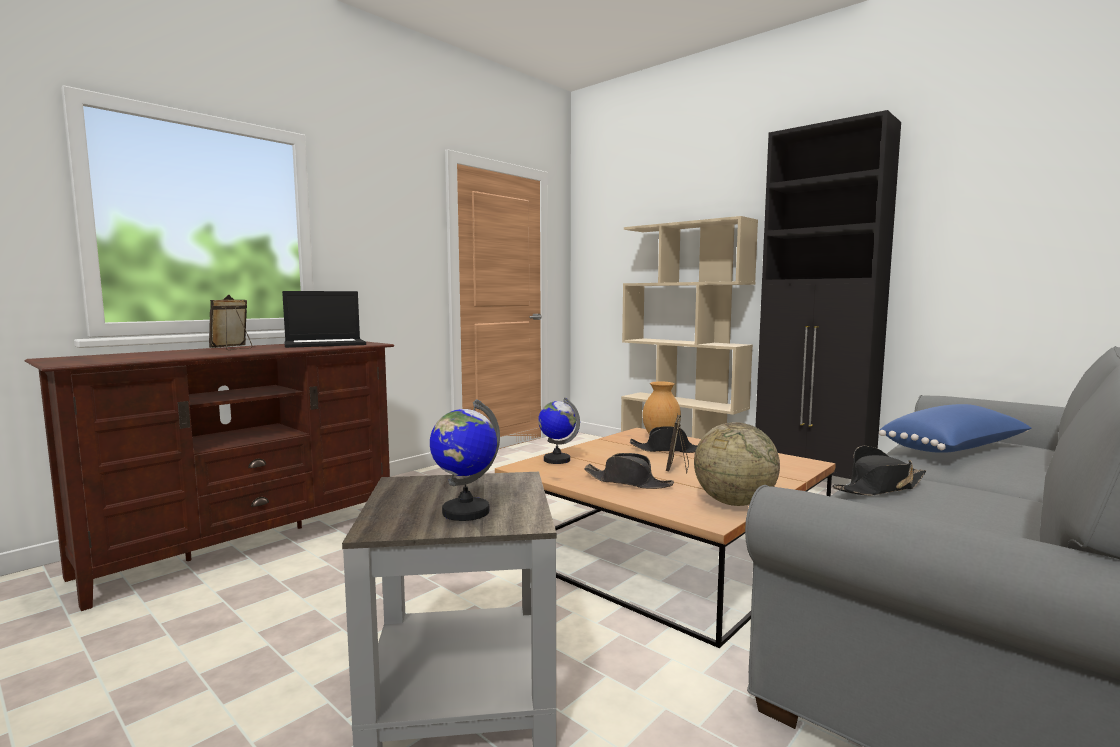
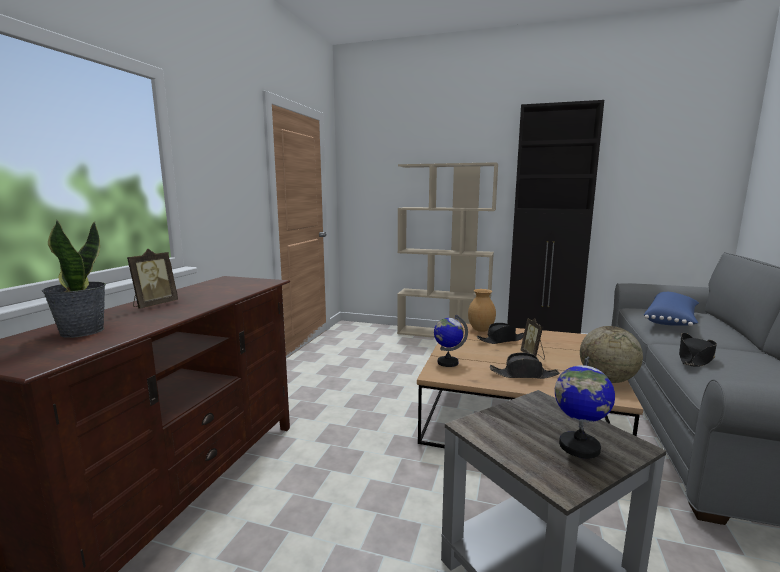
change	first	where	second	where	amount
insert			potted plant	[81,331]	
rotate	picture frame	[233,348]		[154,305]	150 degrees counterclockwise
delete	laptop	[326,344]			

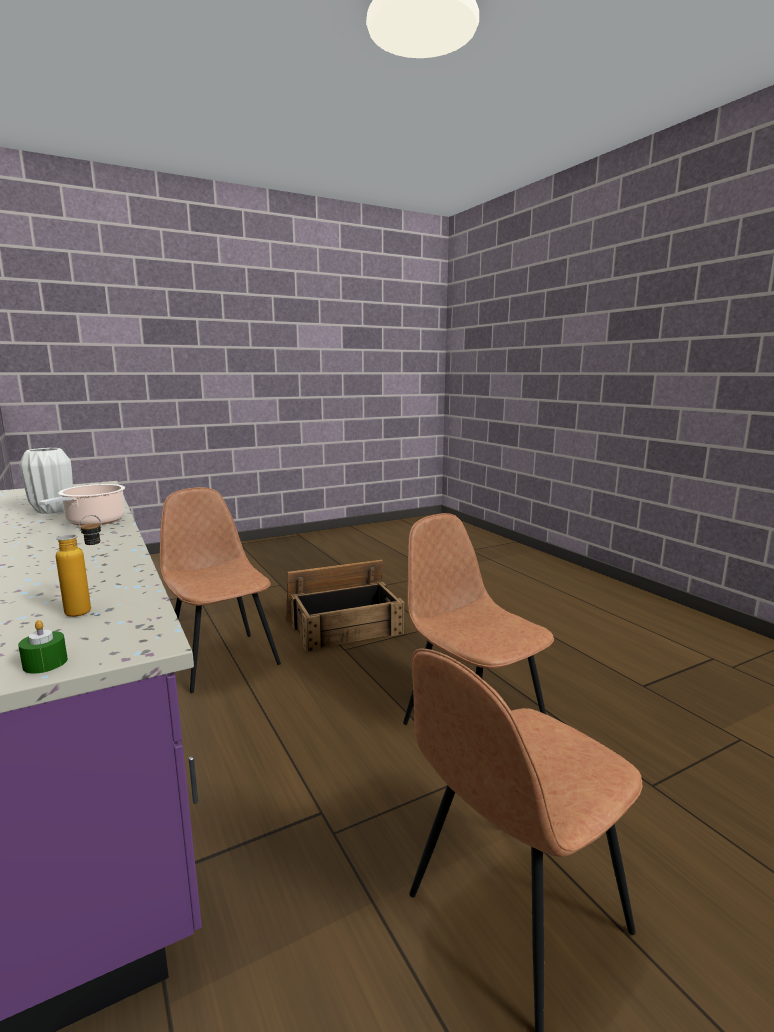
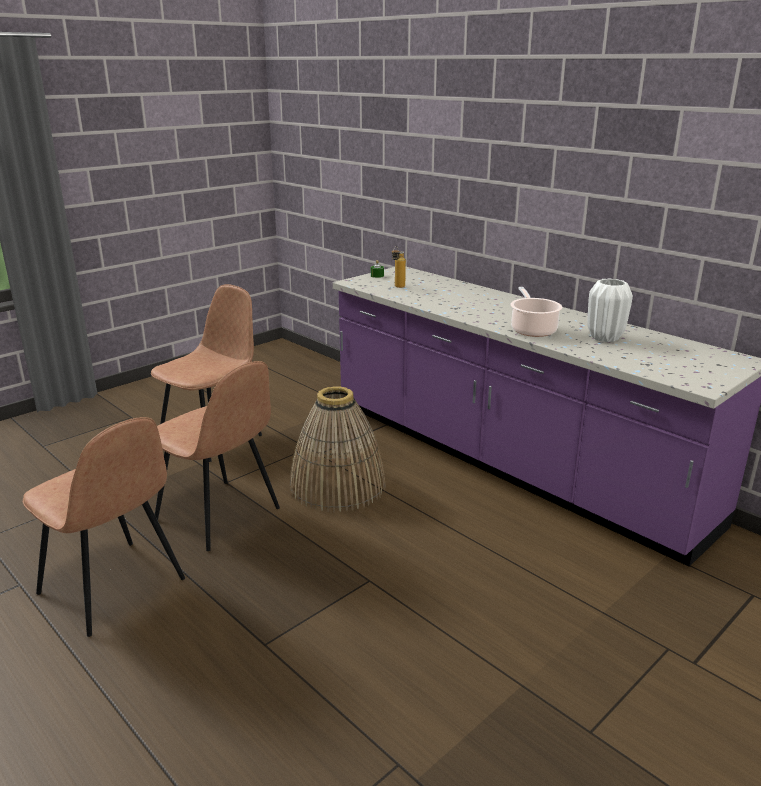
change	first	where	second	where	amount
move	brown chair	[222,660]		[114,588]	
insert			basket	[338,485]	
delete	crate	[344,626]			

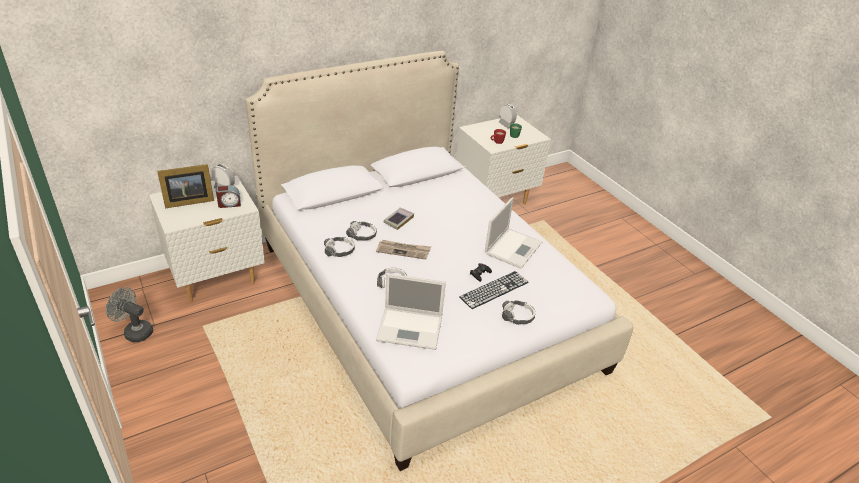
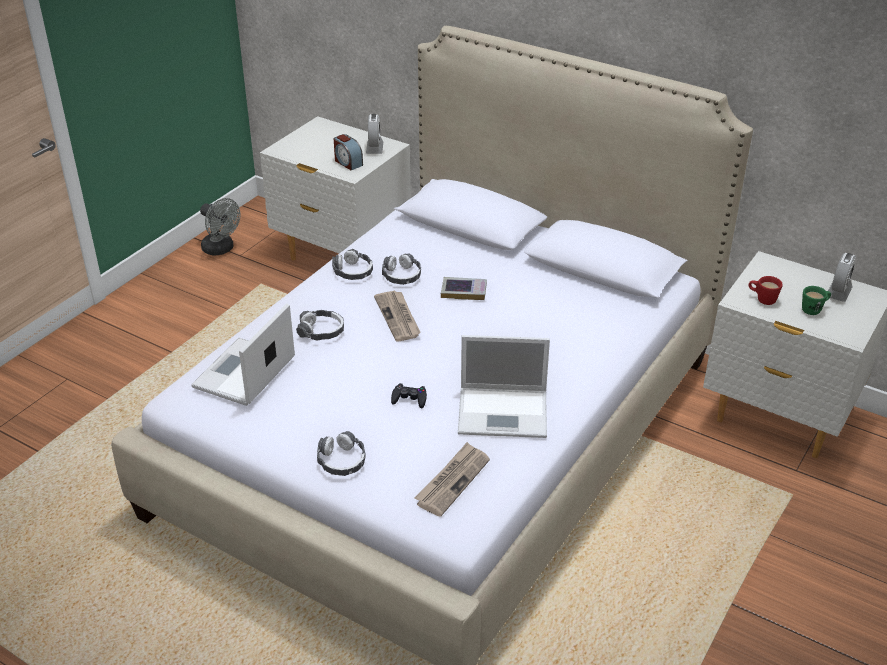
change	first	where	second	where	amount
rotate	laptop	[411,328]		[243,374]	45 degrees clockwise
rotate	grey fan	[135,331]		[221,249]	135 degrees clockwise
insert			newspaper	[452,481]	
delete	picture frame	[187,201]			
delete	keyboard	[494,289]			

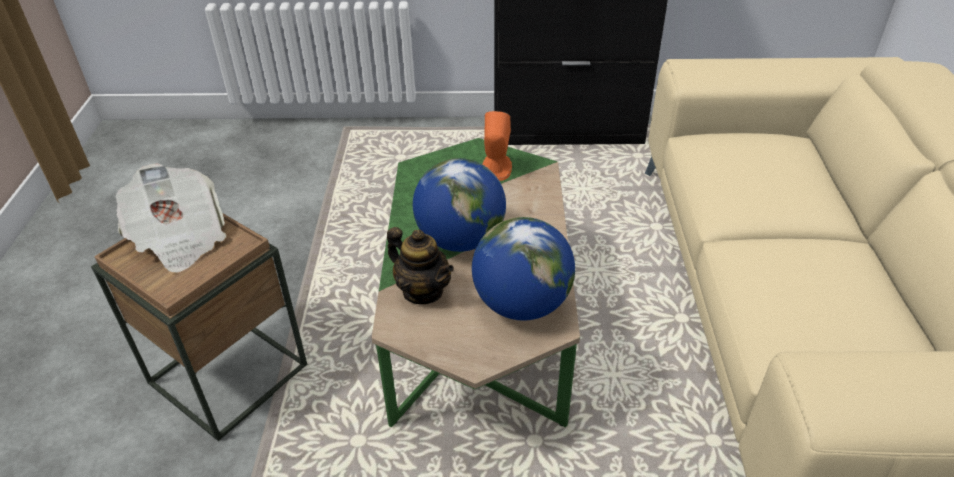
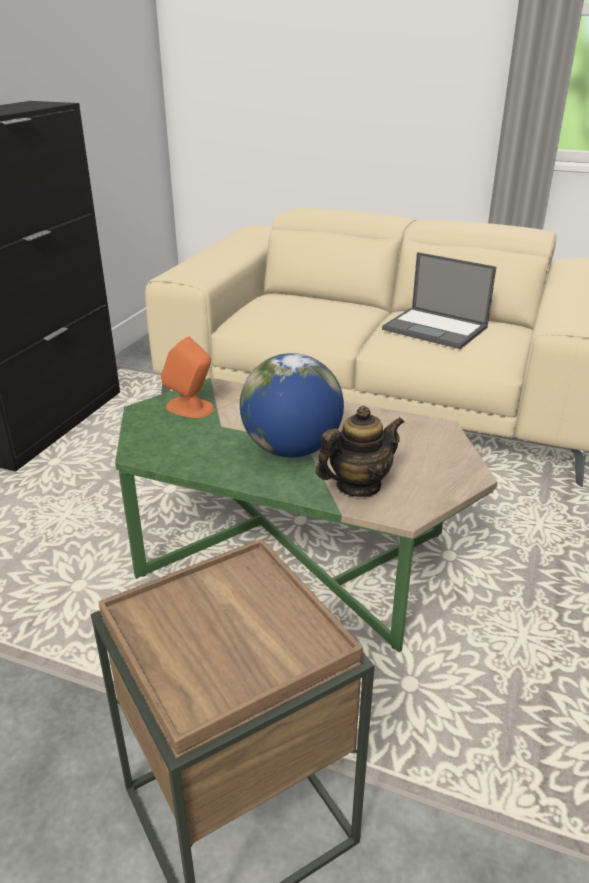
change	first	where	second	where	amount
insert			laptop	[436,328]	
delete	newspaper	[179,238]			
delete	globe	[522,304]			

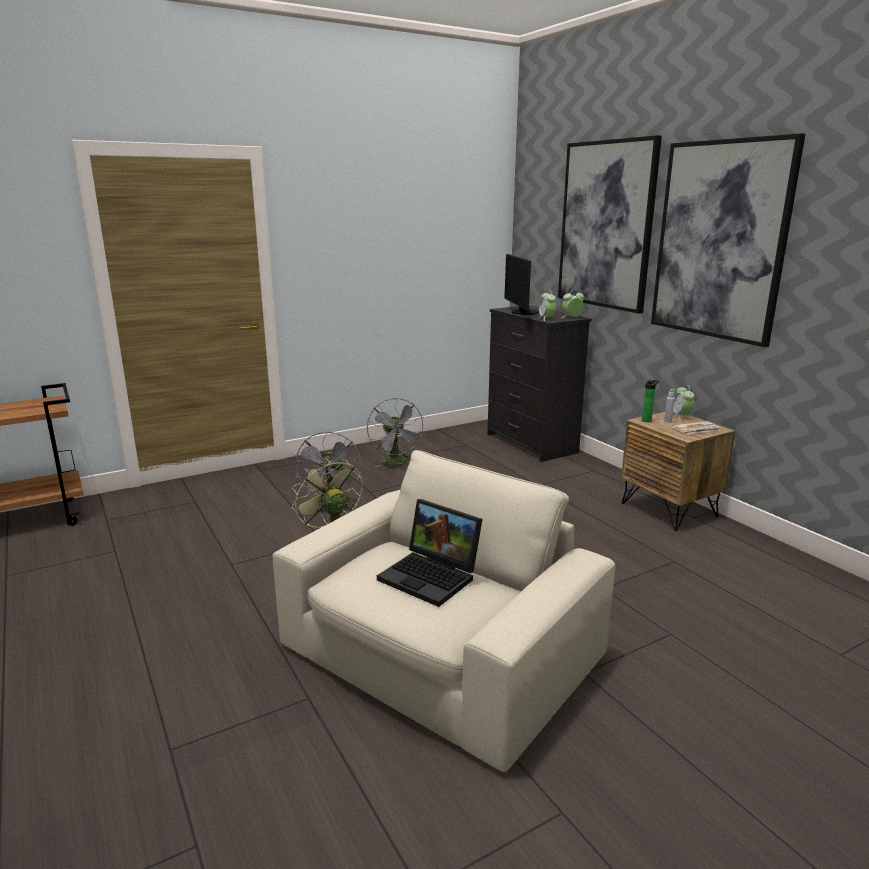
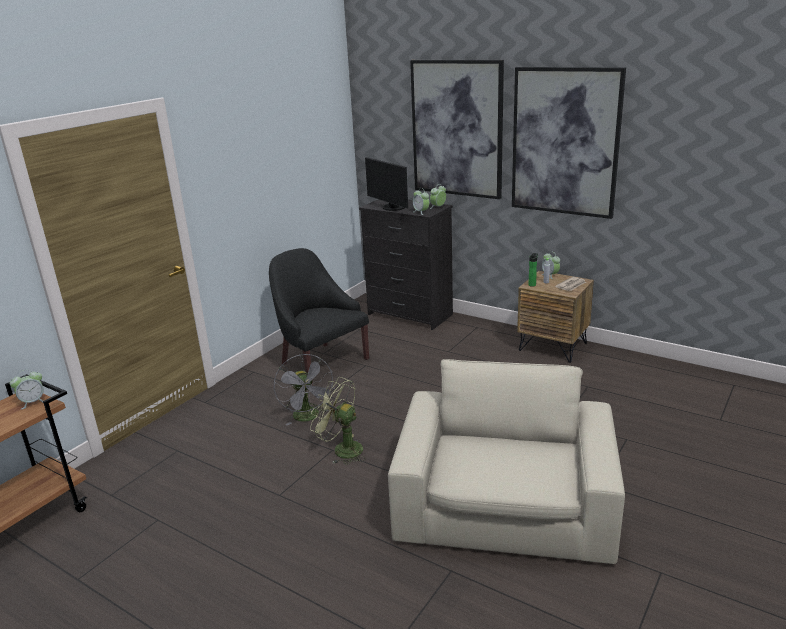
change	first	where	second	where	amount
insert			alarm clock	[33,402]	
replace	grey fan	[397,463]	black armchair	[321,362]	
delete	laptop	[432,576]			

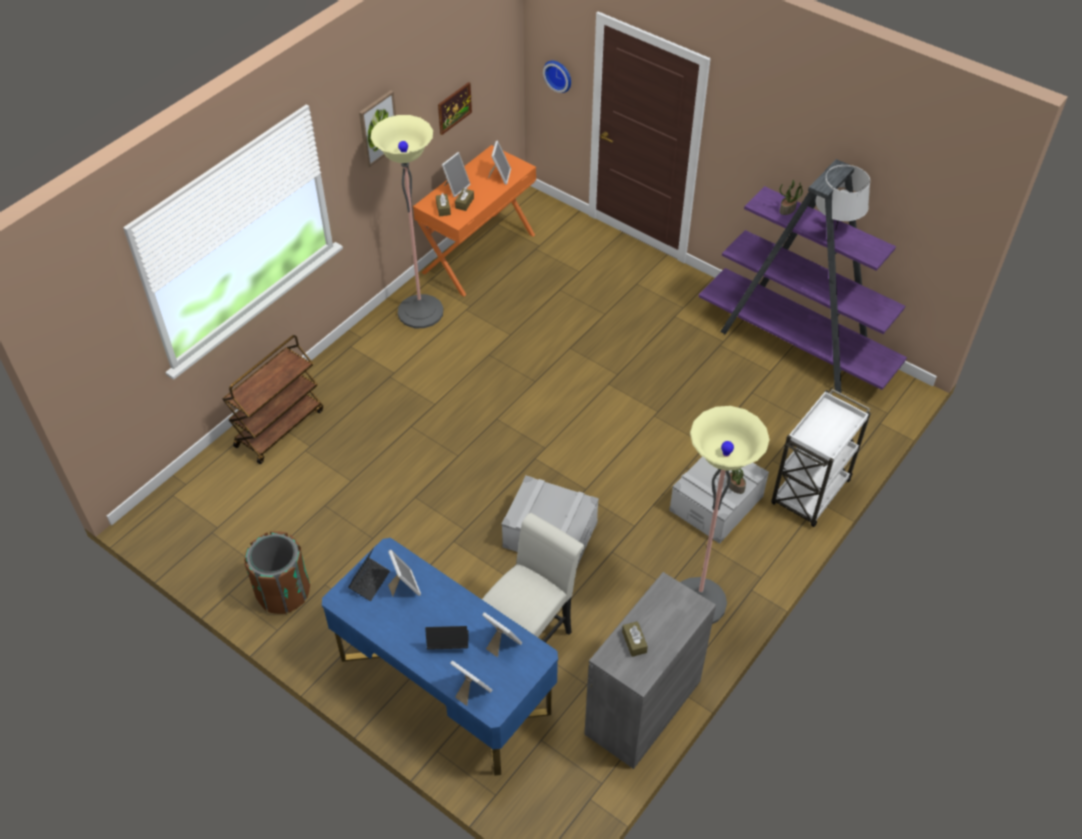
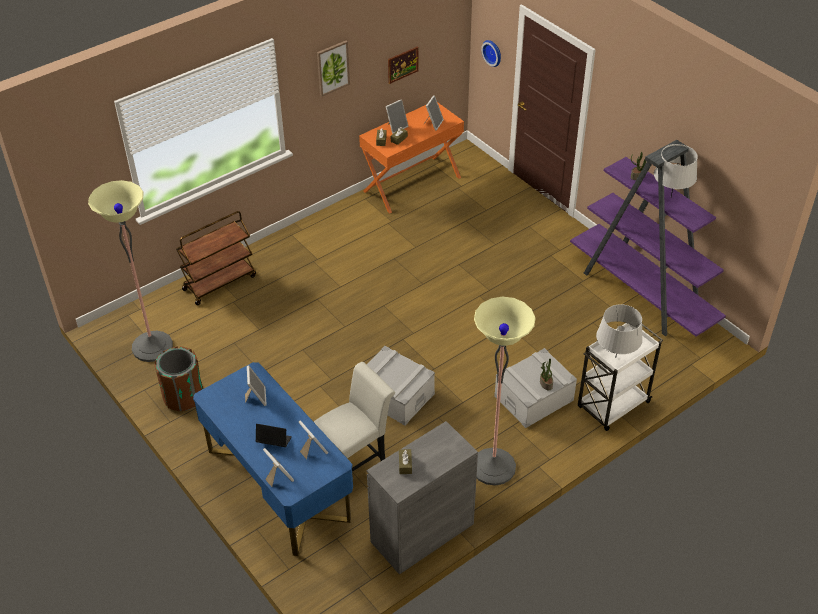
change	first	where	second	where	amount
move	floor lamp	[420,312]		[152,346]	
insert			grey table lamp	[615,357]	
delete	laptop	[369,581]			

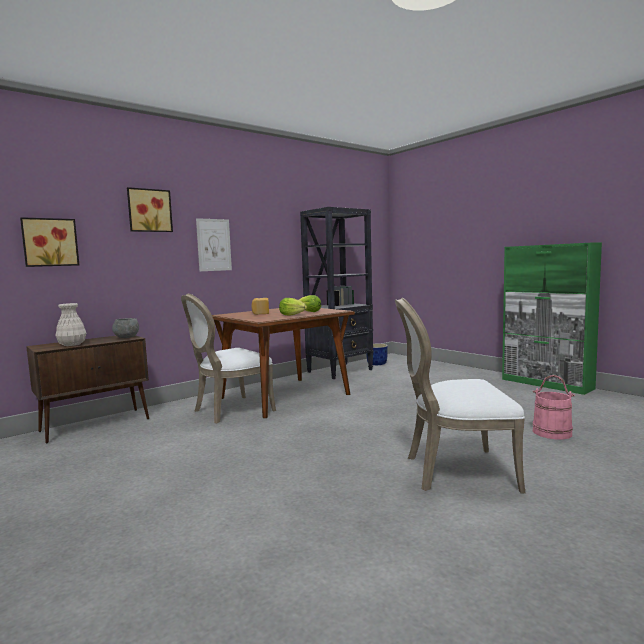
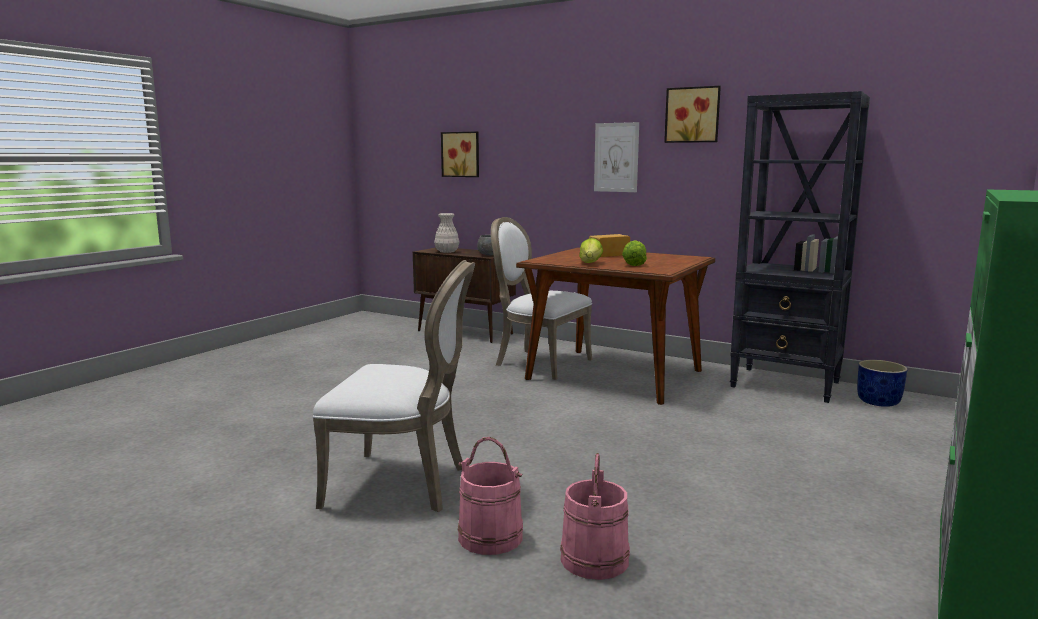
change	first	where	second	where	amount
rotate	white chair	[455,471]		[403,484]	120 degrees clockwise
insert			pink bucket	[490,537]	
move	picture	[149,210]		[693,115]	

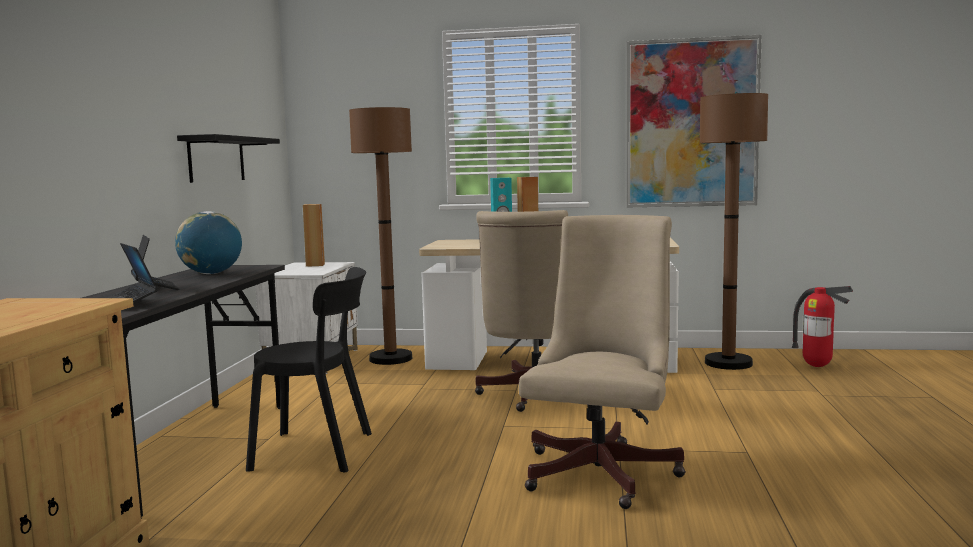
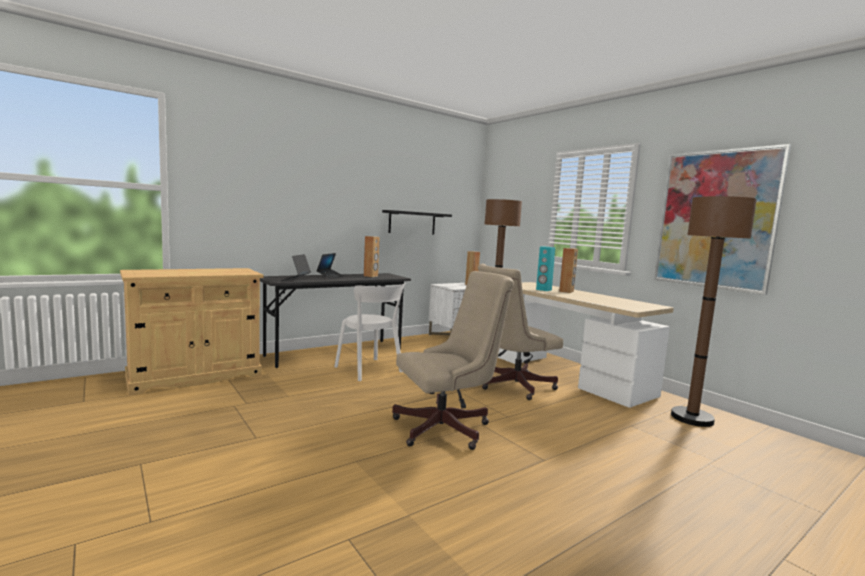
change	first	where	second	where	amount
recolor	black chair	[319,451]	white chair	[370,370]	
replace	globe	[211,273]	brown speaker	[371,276]	
delete	fire extinguisher	[817,366]			

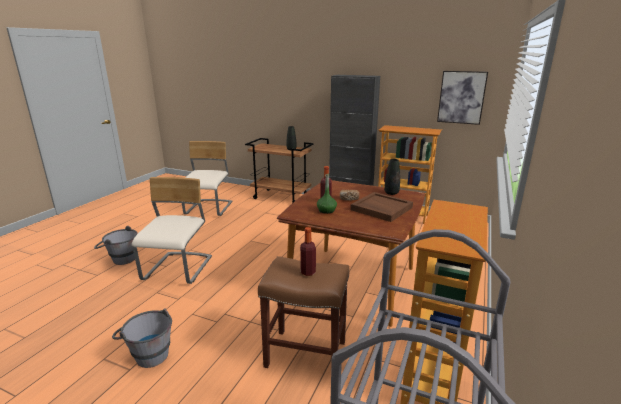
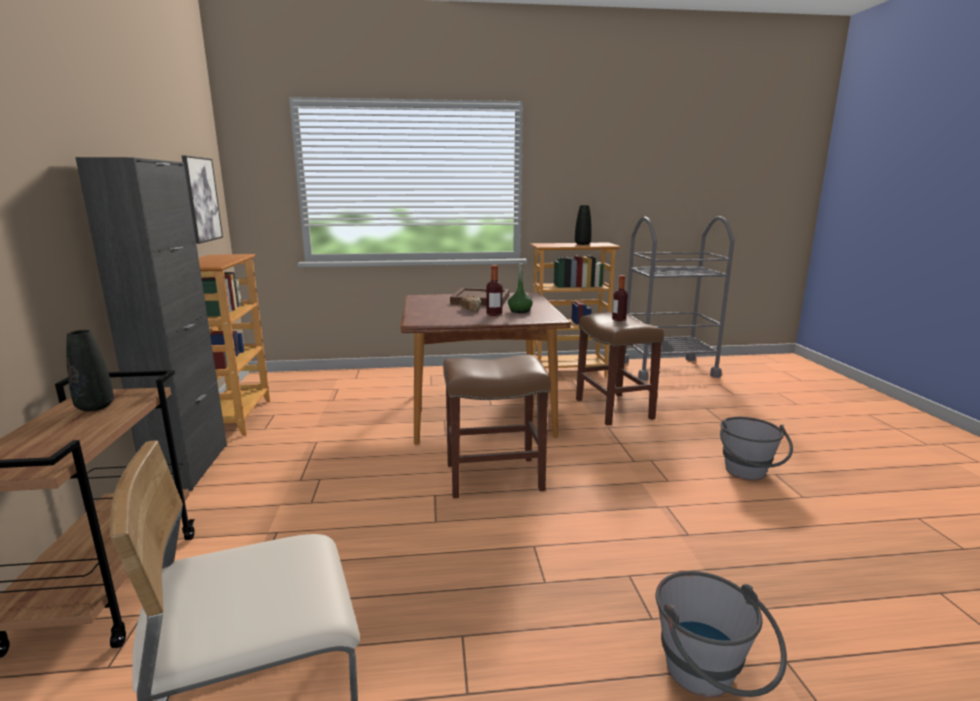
change	first	where	second	where	amount
insert			brown stool	[492,477]	
move	black vase	[391,193]		[582,244]	
delete	beige chair	[179,269]			

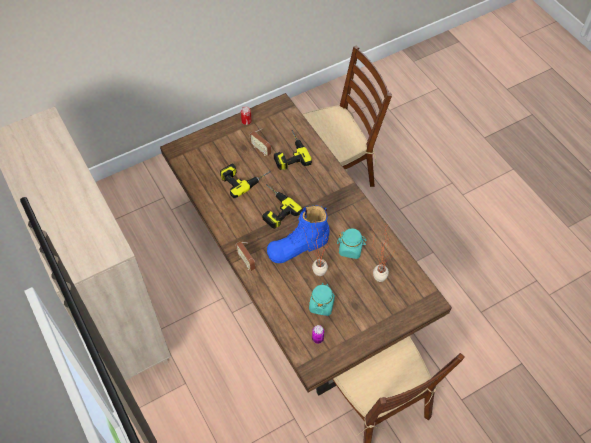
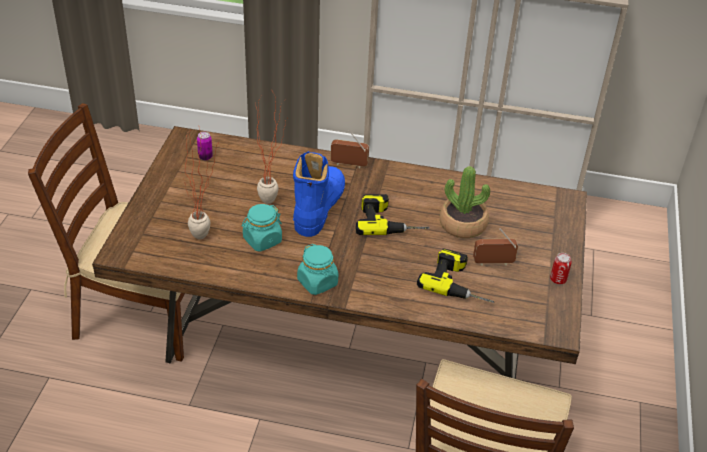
change	first	where	second	where	amount
move	turquoise jar	[321,305]		[317,282]	
replace	power drill	[244,178]	potted plant	[463,224]	

